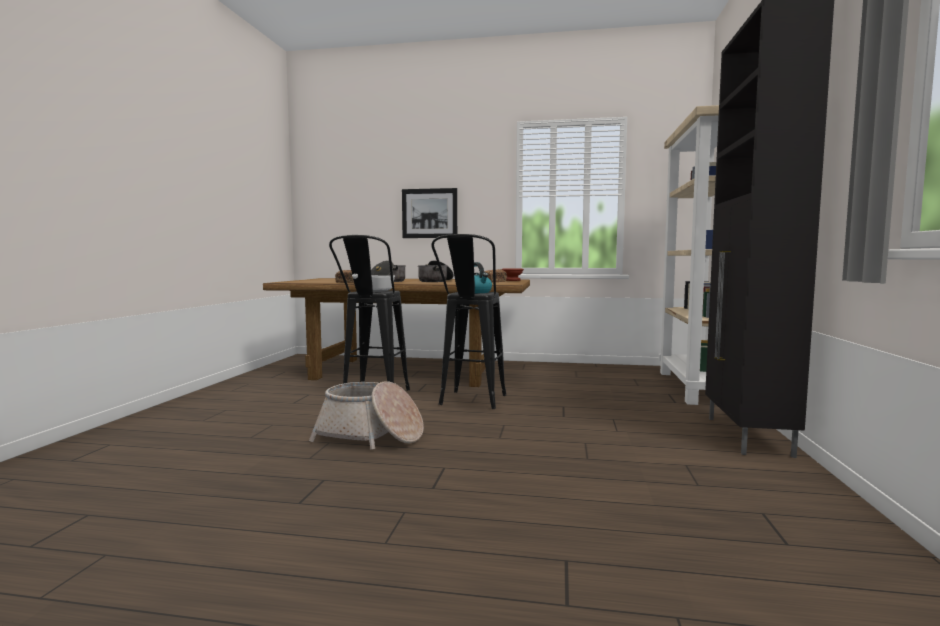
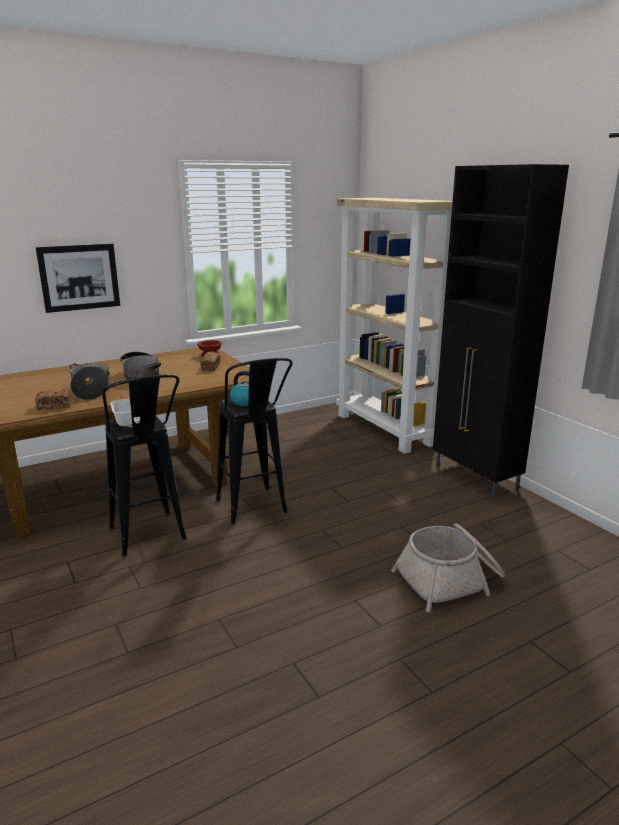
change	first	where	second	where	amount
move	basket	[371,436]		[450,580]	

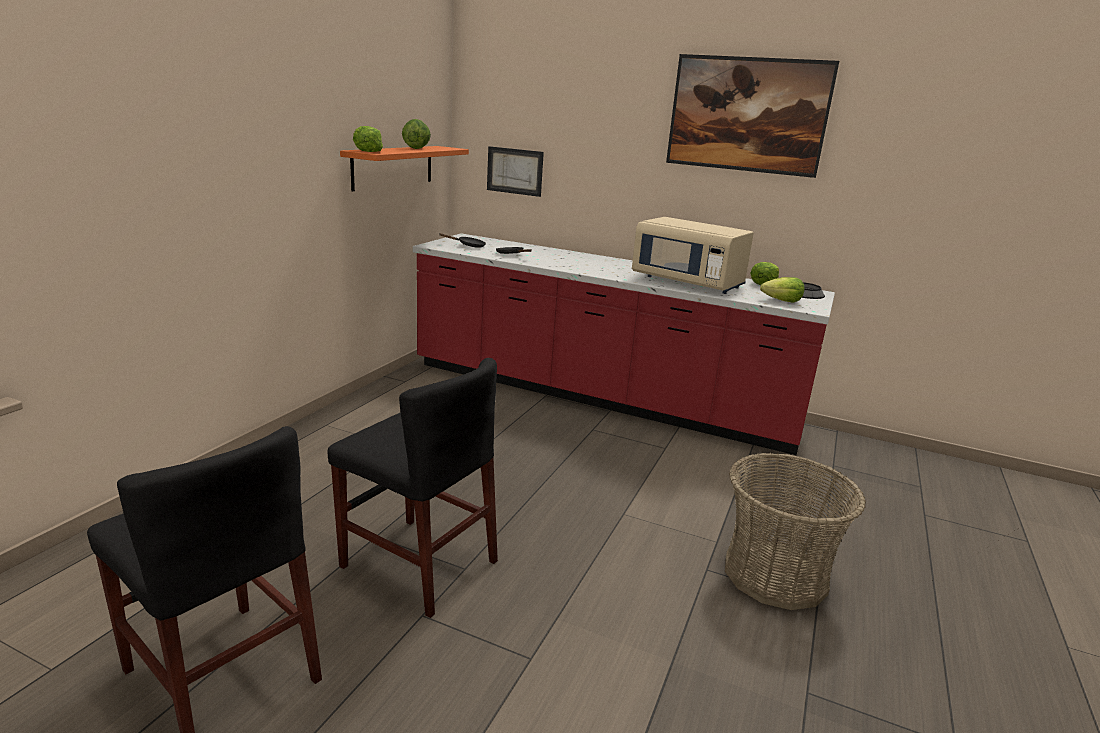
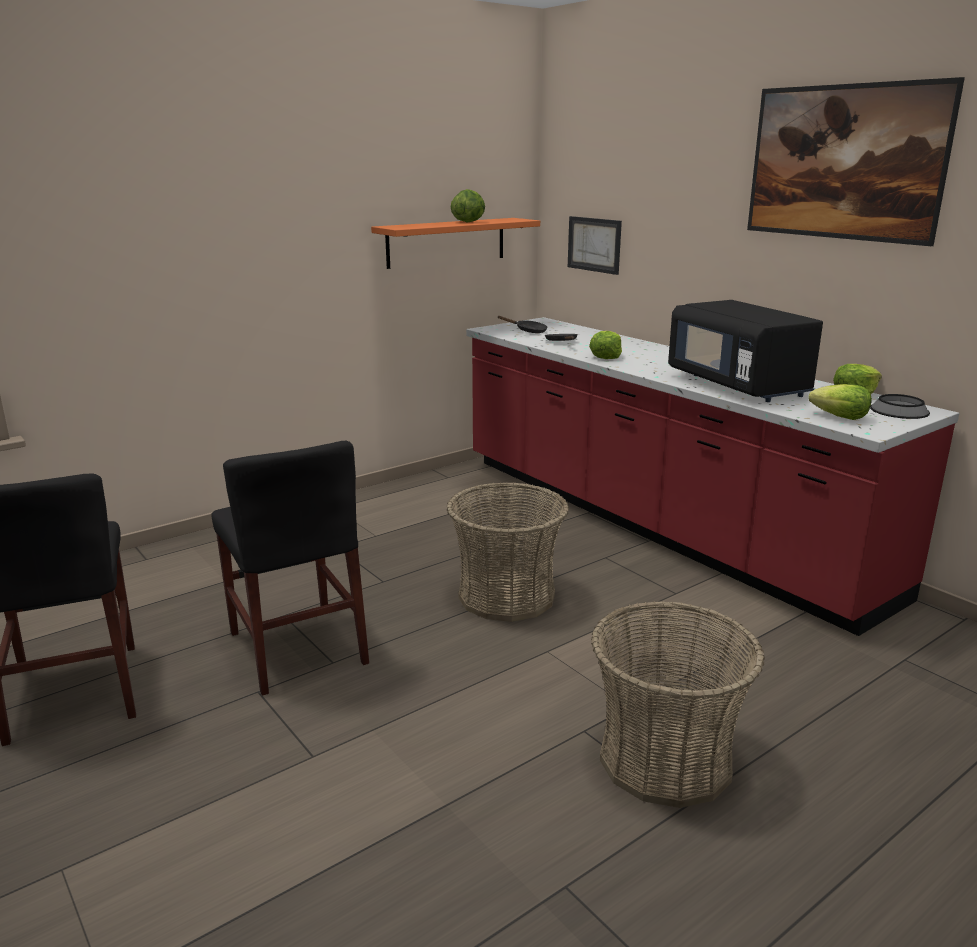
change	first	where	second	where	amount
insert			basket	[507,596]	
move	lettuce	[368,151]		[605,356]	
recolor	beige microwave	[687,282]	black microwave	[738,385]	

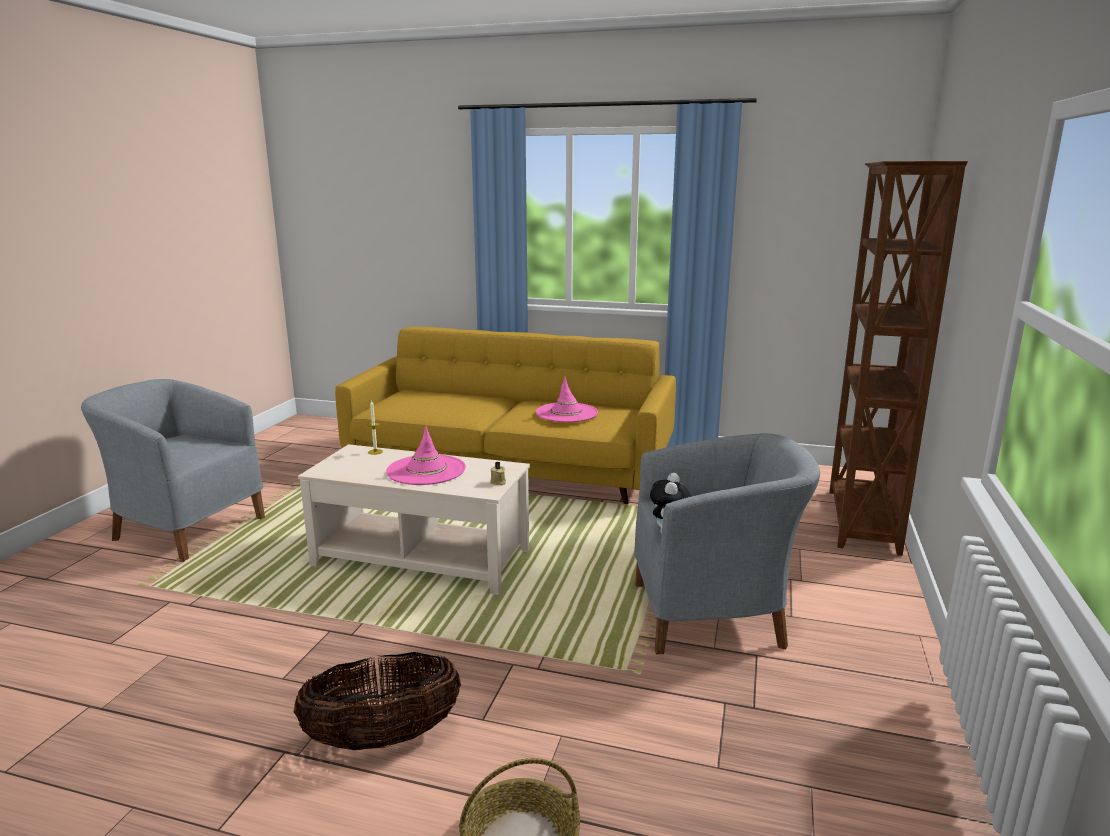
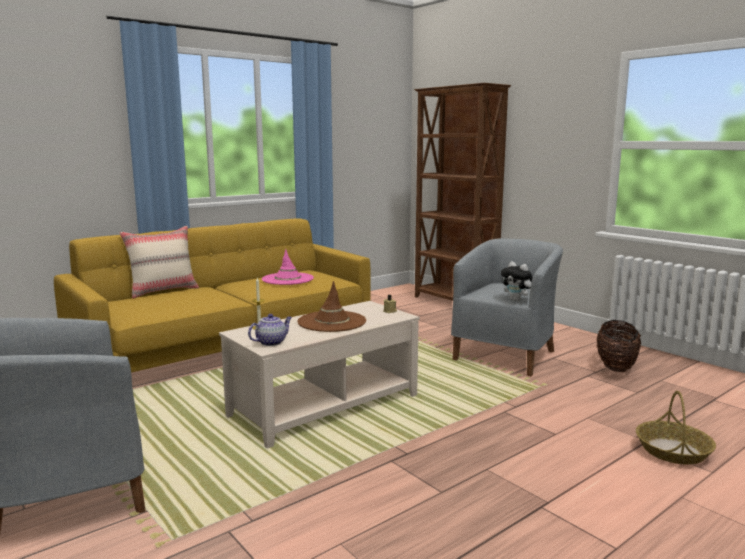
change	first	where	second	where	amount
insert			beige pillow	[163,291]	
insert			teapot	[271,342]	
recolor	pink hat	[426,470]	brown hat	[331,322]	
move	basket	[383,738]		[616,367]	

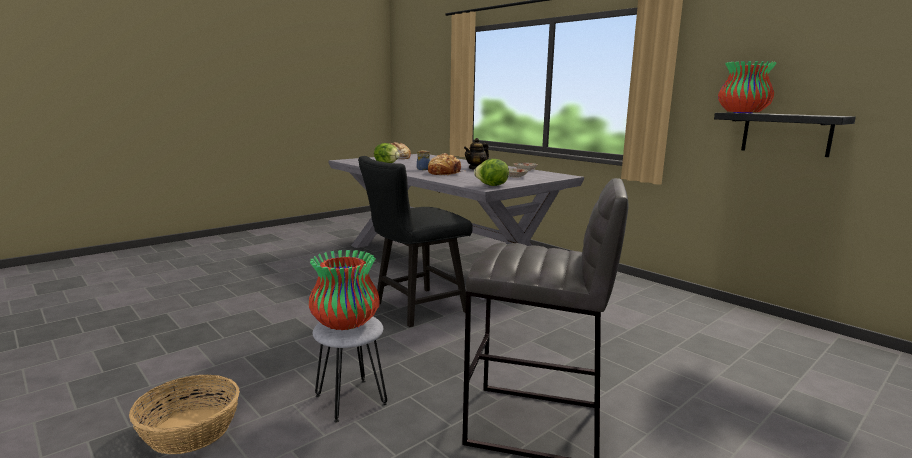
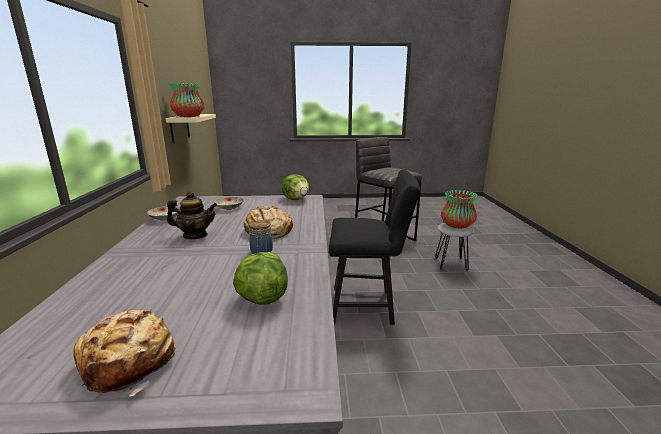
change	first	where	second	where	amount
recolor	black shelf	[786,134]	beige shelf	[179,128]	
delete	basket	[189,431]			

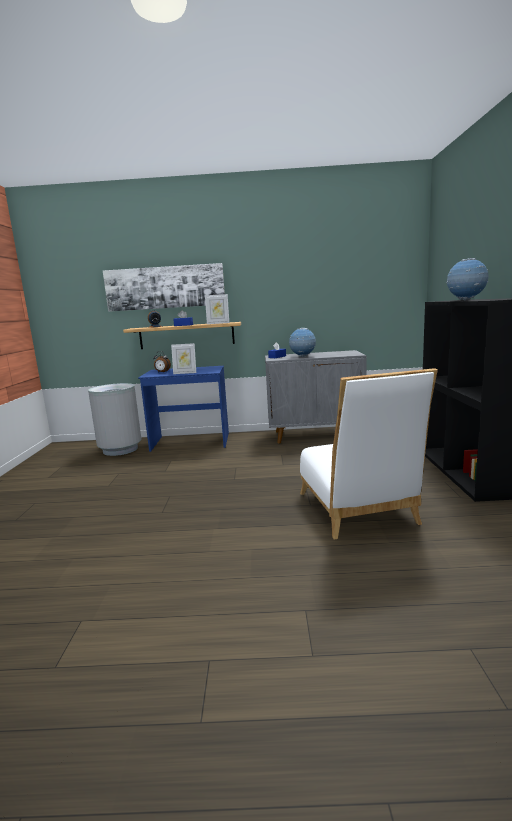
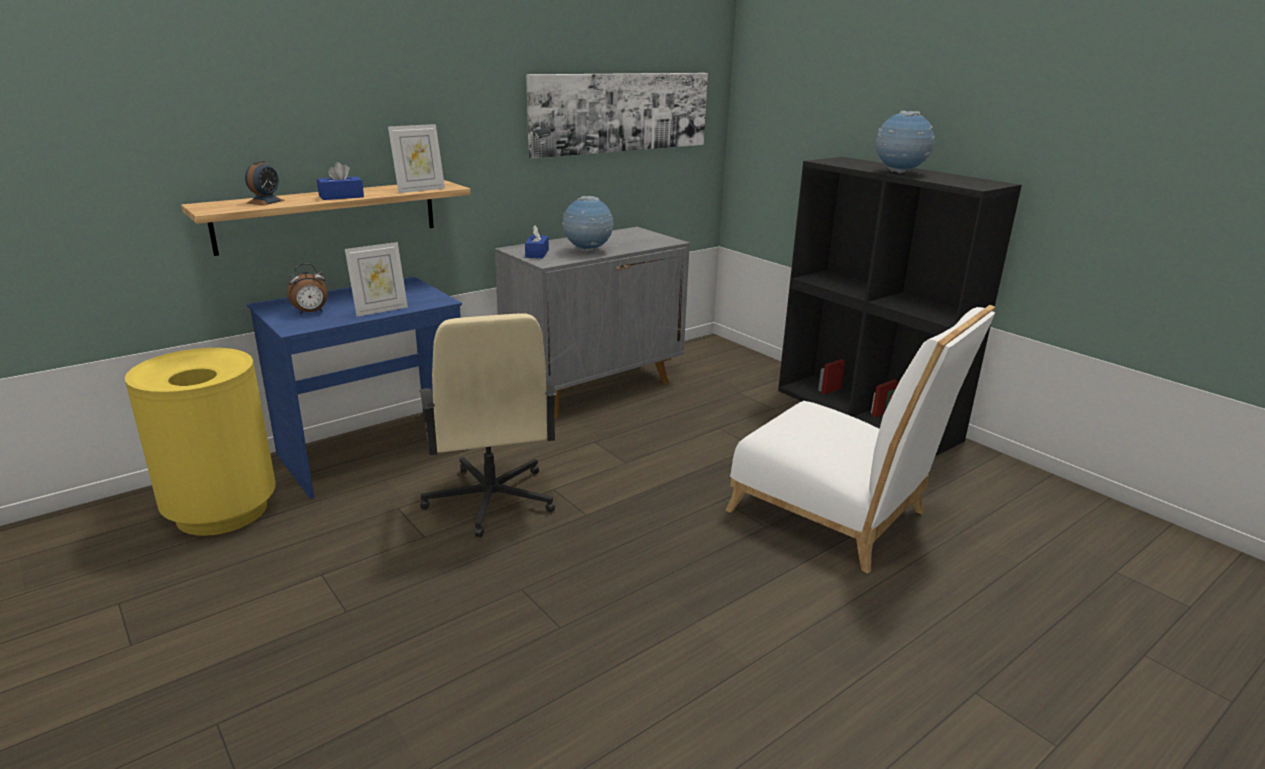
change	first	where	second	where	amount
recolor	grey trash can	[120,449]	yellow trash can	[222,511]	
insert			beige office chair	[490,500]	
move	picture	[165,287]		[621,112]	

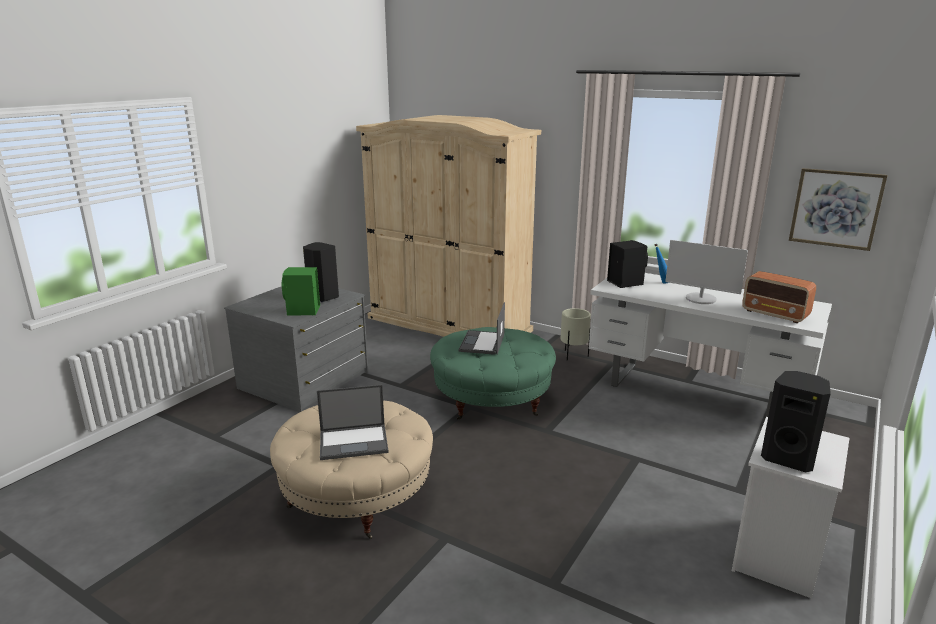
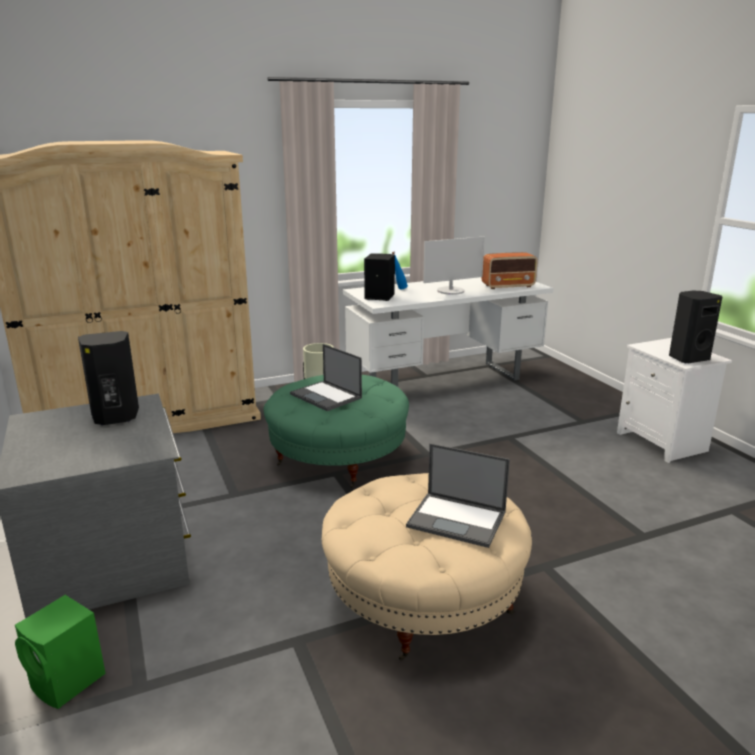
change	first	where	second	where	amount
move	green speaker	[303,311]		[68,682]	
rotate	laptop	[354,442]		[458,519]	90 degrees clockwise
delete	picture	[835,208]			

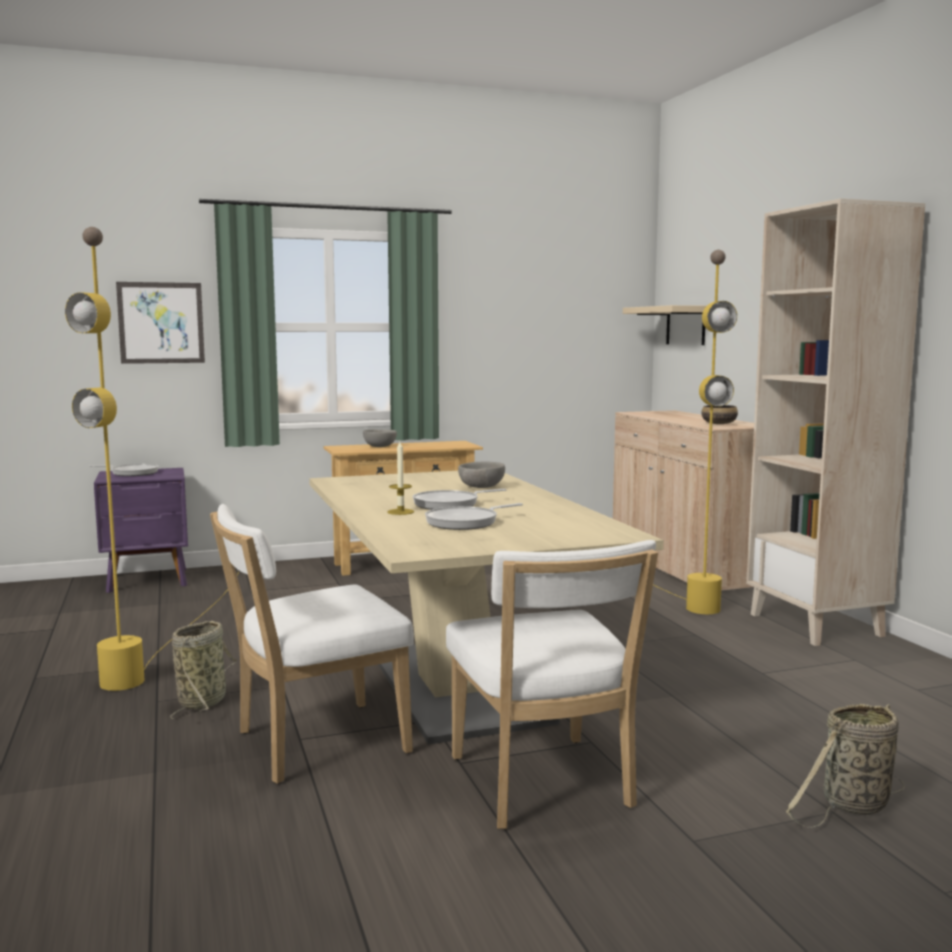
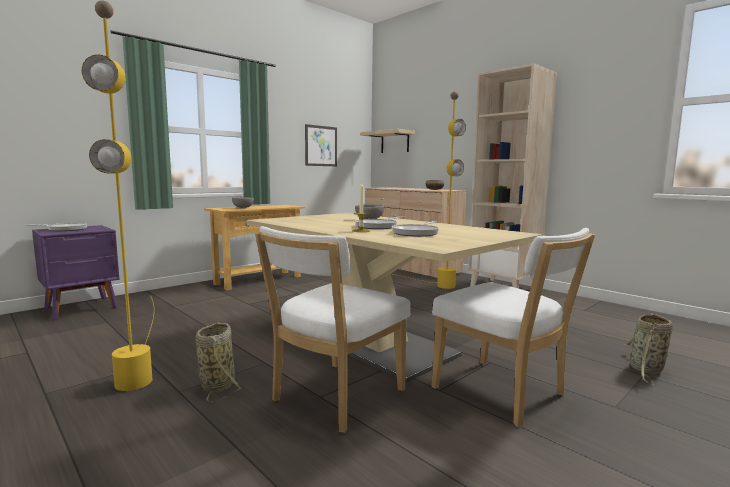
change	first	where	second	where	amount
move	picture	[161,323]		[321,146]	

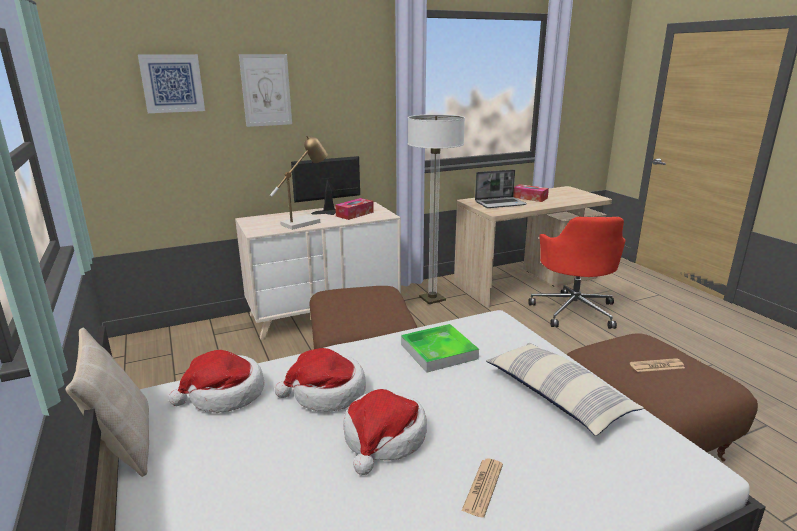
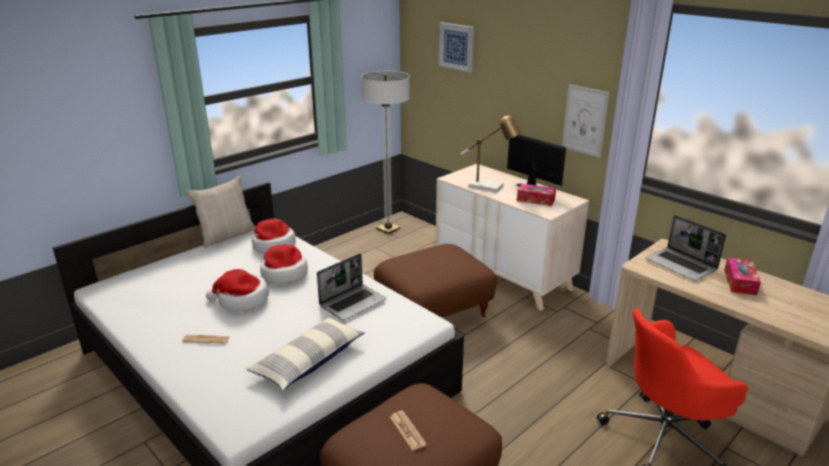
change	first	where	second	where	amount
replace	tray	[438,351]	laptop	[353,303]	
move	floor lamp	[432,299]		[388,229]	
move	picture	[266,90]		[585,120]	

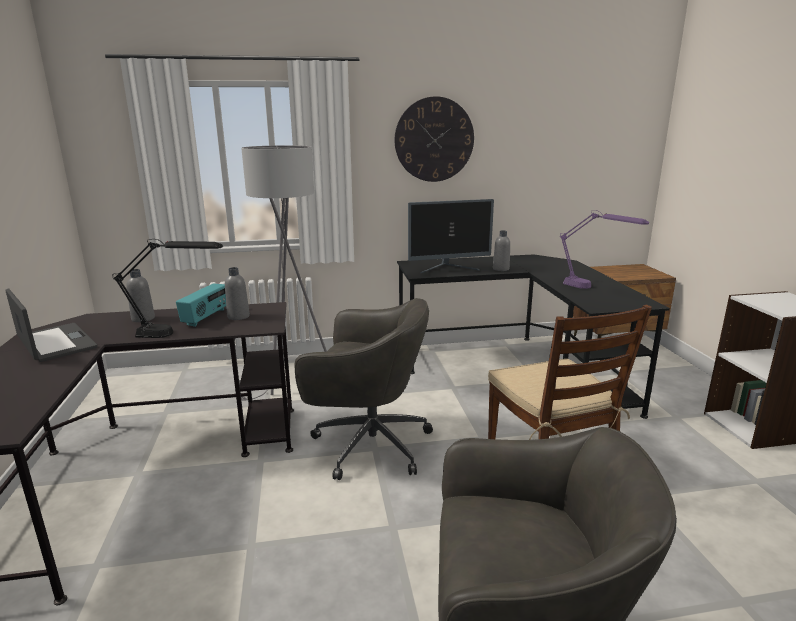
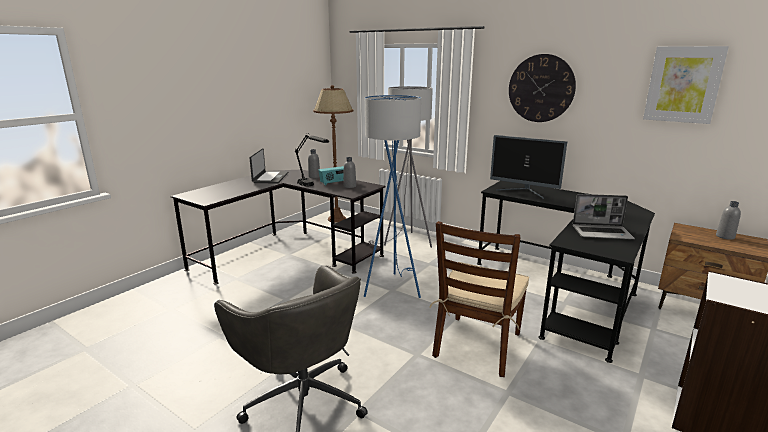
change	first	where	second	where	amount
insert			brown floor lamp	[337,219]	
replace	grey office chair	[368,444]	blue floor lamp	[392,286]	
replace	purple table lamp	[593,289]	laptop	[602,233]	
insert			picture	[683,84]	
move	grey bottle	[501,269]		[725,236]	

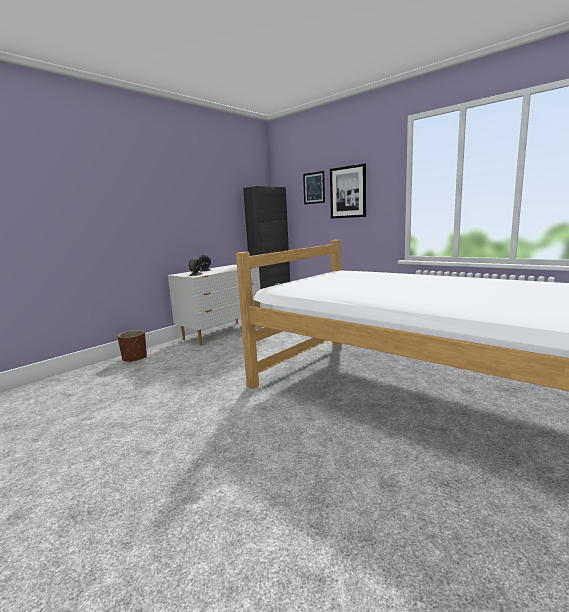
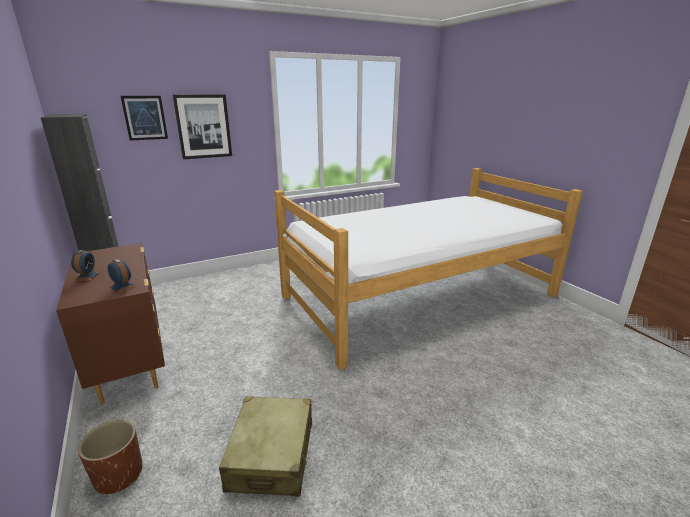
change	first	where	second	where	amount
recolor	white dresser	[221,333]	brown dresser	[131,360]	
insert			beige suitcase	[272,455]	

